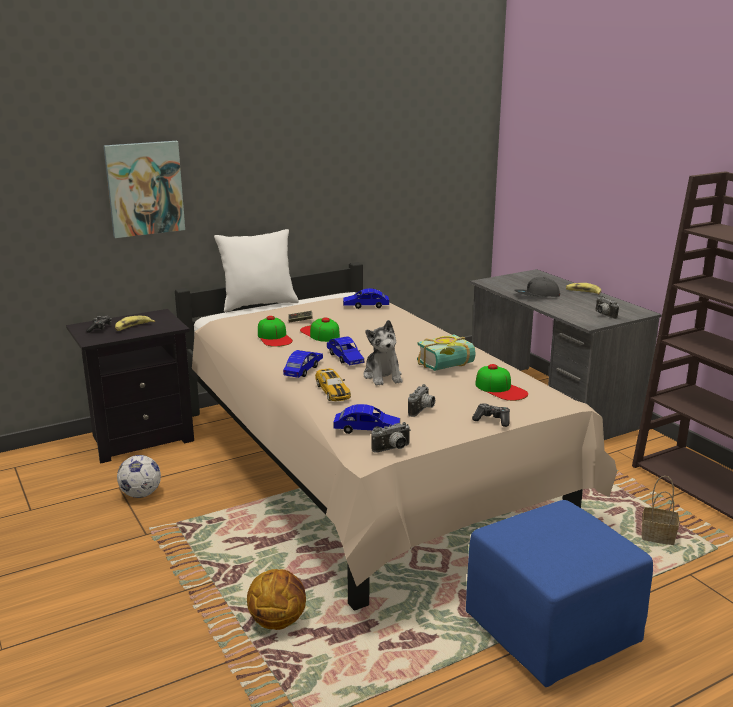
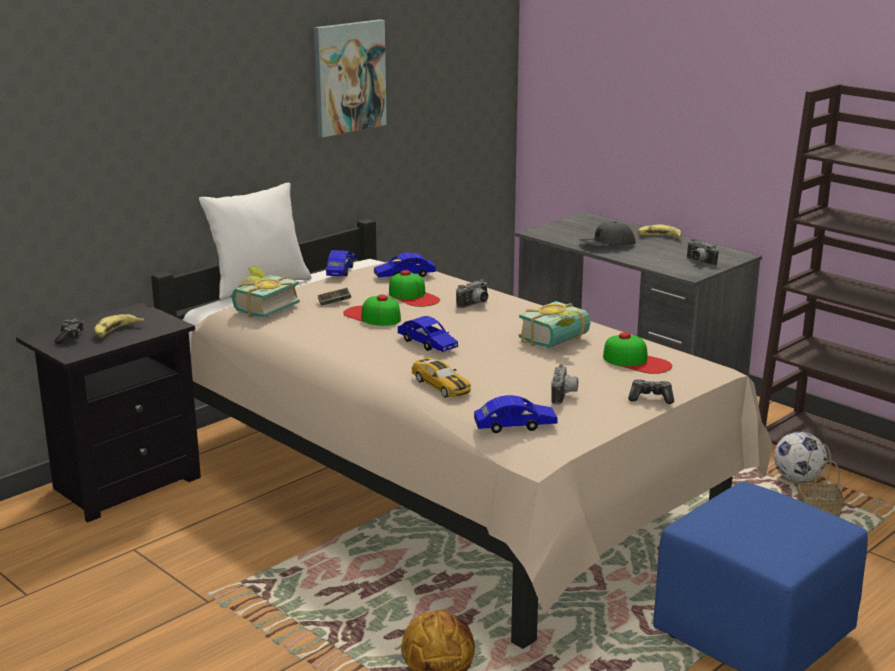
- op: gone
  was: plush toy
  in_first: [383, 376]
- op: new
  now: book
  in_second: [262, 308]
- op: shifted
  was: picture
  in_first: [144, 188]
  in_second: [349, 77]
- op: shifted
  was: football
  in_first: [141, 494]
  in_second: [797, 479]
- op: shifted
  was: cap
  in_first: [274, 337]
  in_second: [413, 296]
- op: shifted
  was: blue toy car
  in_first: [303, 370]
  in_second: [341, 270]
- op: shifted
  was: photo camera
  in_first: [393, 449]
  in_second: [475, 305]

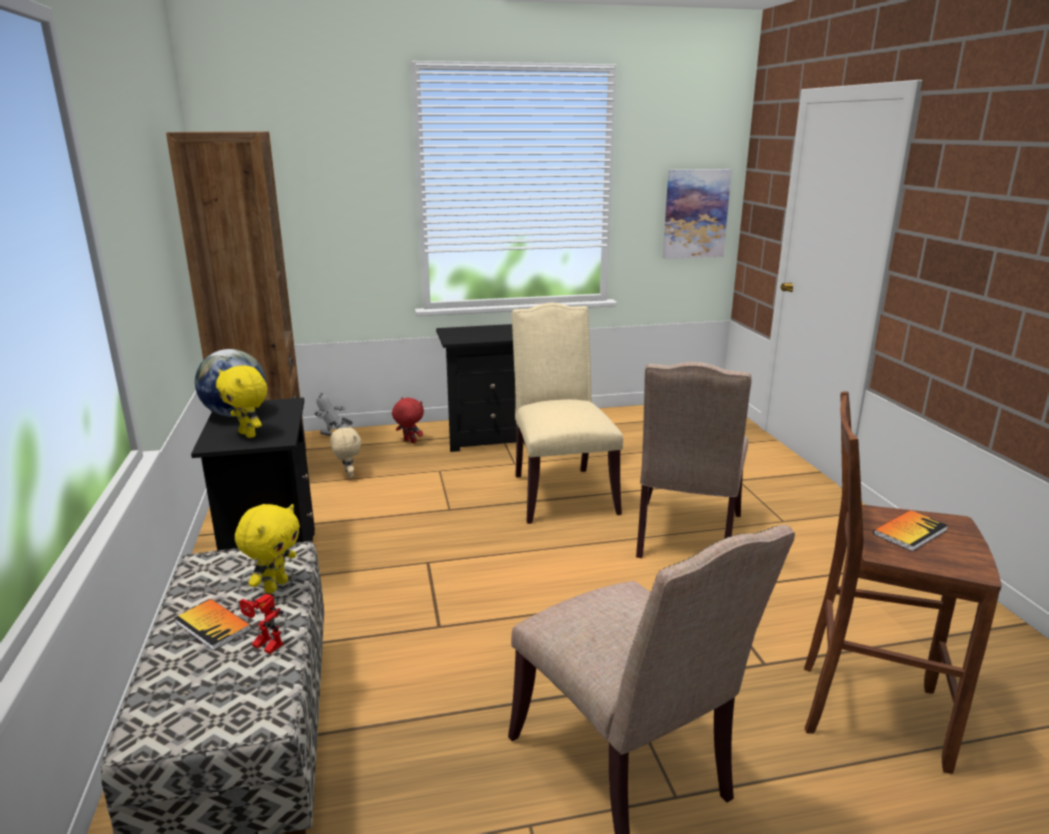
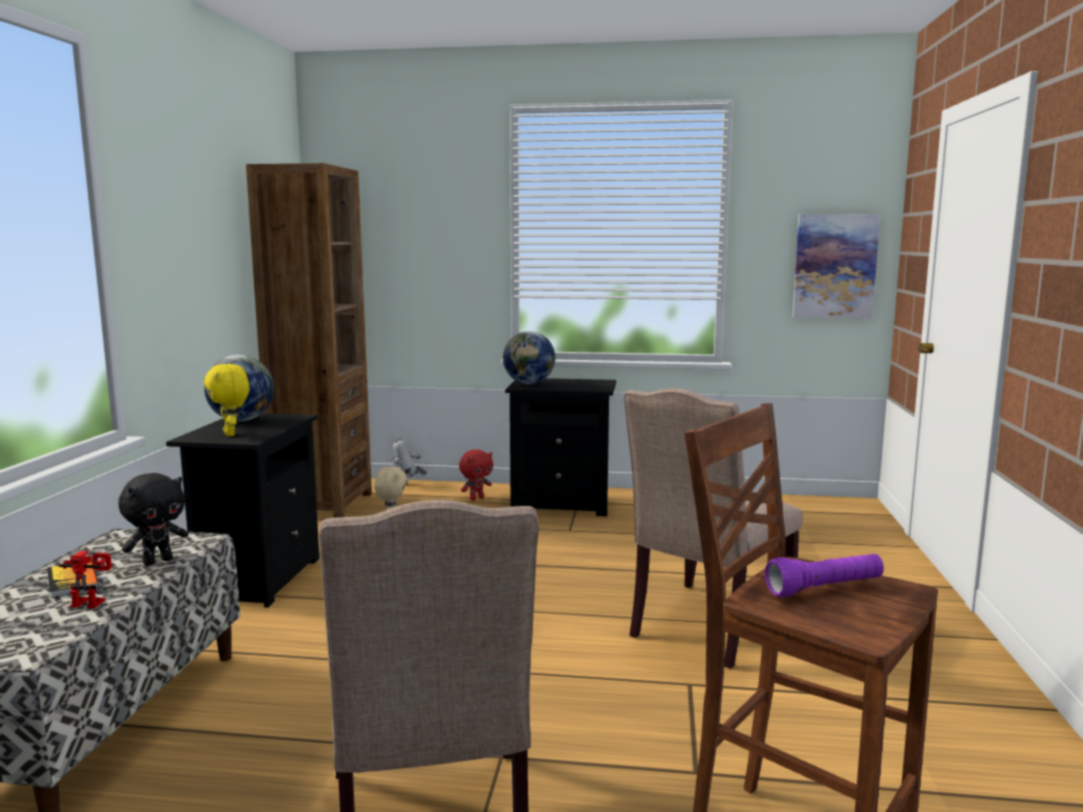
- op: gone
  was: beige chair
  in_first: [560, 492]
- op: new
  now: globe
  in_second: [529, 383]
- op: swapped
  was: book
  now: purple flashlight
  in_first: [910, 532]
  in_second: [825, 589]
- op: repainted
  was: yellow plush toy
  now: black plush toy
  in_first: [275, 586]
  in_second: [158, 561]
- op: rotated
  was: toy robot
  in_first: [263, 646]
  in_second: [92, 602]
  clockwise: 135
- op: rotated
  was: red plush toy
  in_first: [409, 441]
  in_second: [476, 498]
  clockwise: 90

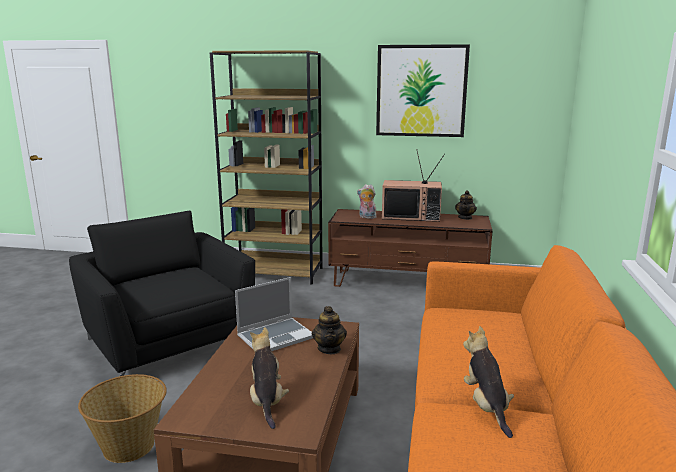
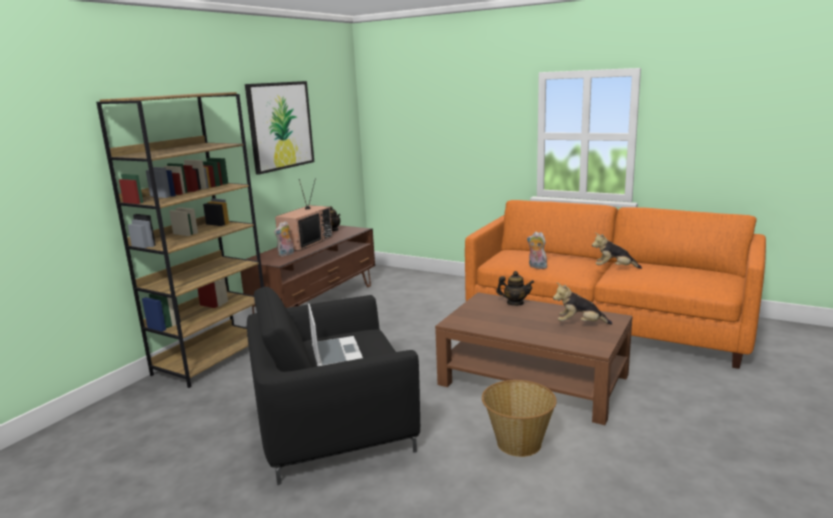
- op: new
  now: plush toy
  in_second: [536, 267]
- op: shifted
  was: laptop
  in_first: [276, 336]
  in_second: [335, 354]

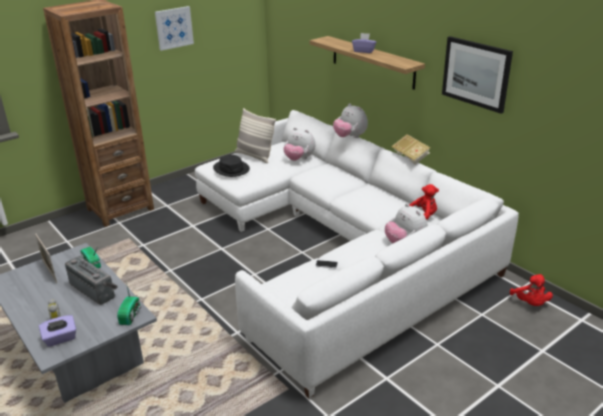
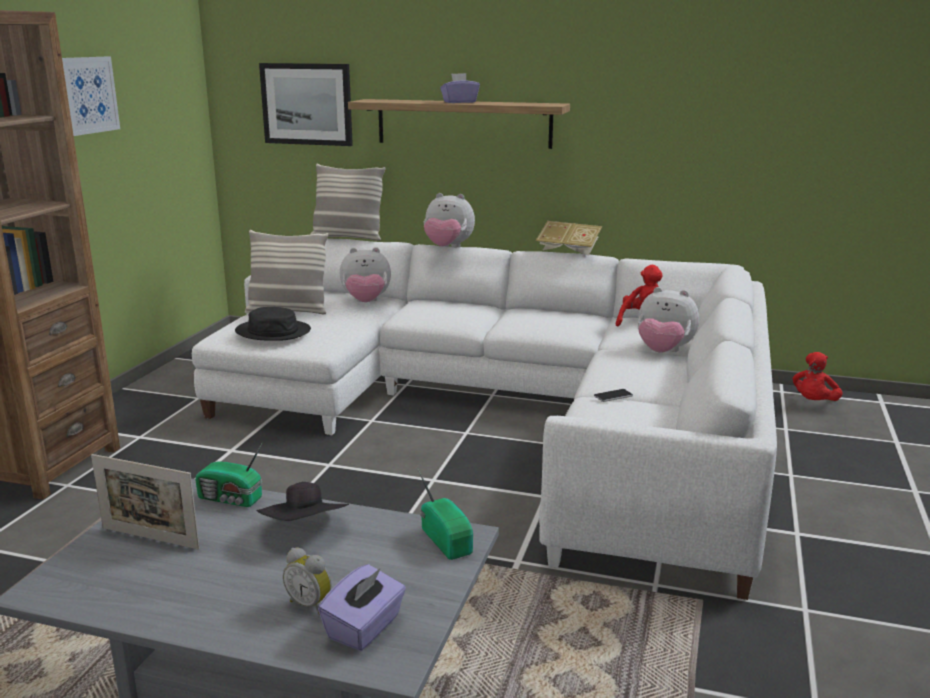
- op: new
  now: pillow
  in_second: [348, 238]
- op: shifted
  was: picture
  in_first: [476, 73]
  in_second: [307, 104]
- op: swapped
  was: radio
  now: black hat
  in_first: [95, 289]
  in_second: [306, 530]
- op: rotated
  was: red plush toy
  in_first: [530, 303]
  in_second: [814, 403]
  clockwise: 75

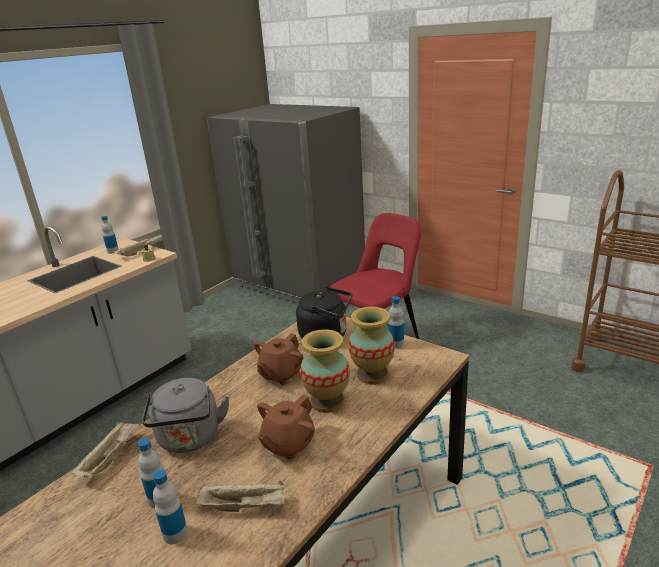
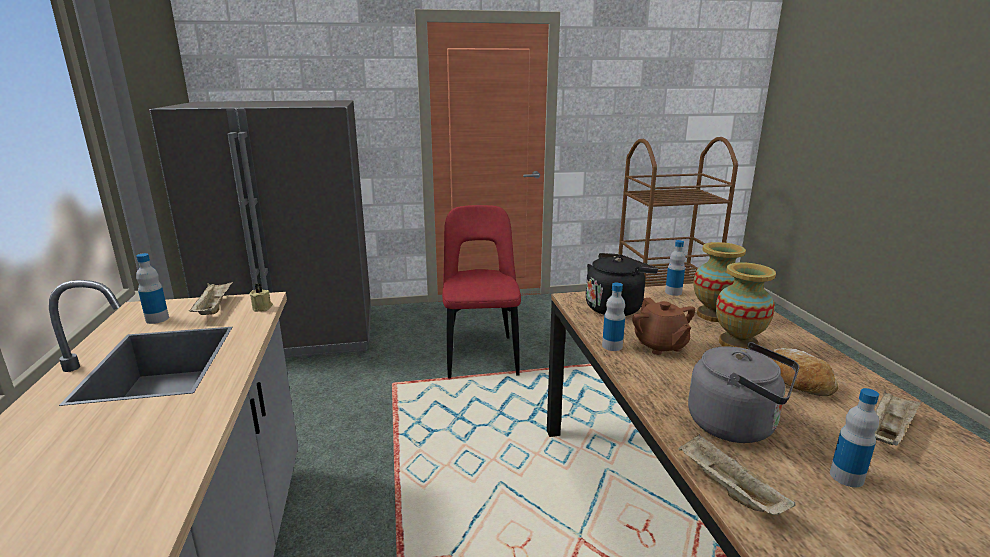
- op: shifted
  was: bottle
  in_first: [175, 534]
  in_second: [612, 346]
- op: swapped
  was: brown teapot
  now: bread
  in_first: [288, 444]
  in_second: [795, 381]

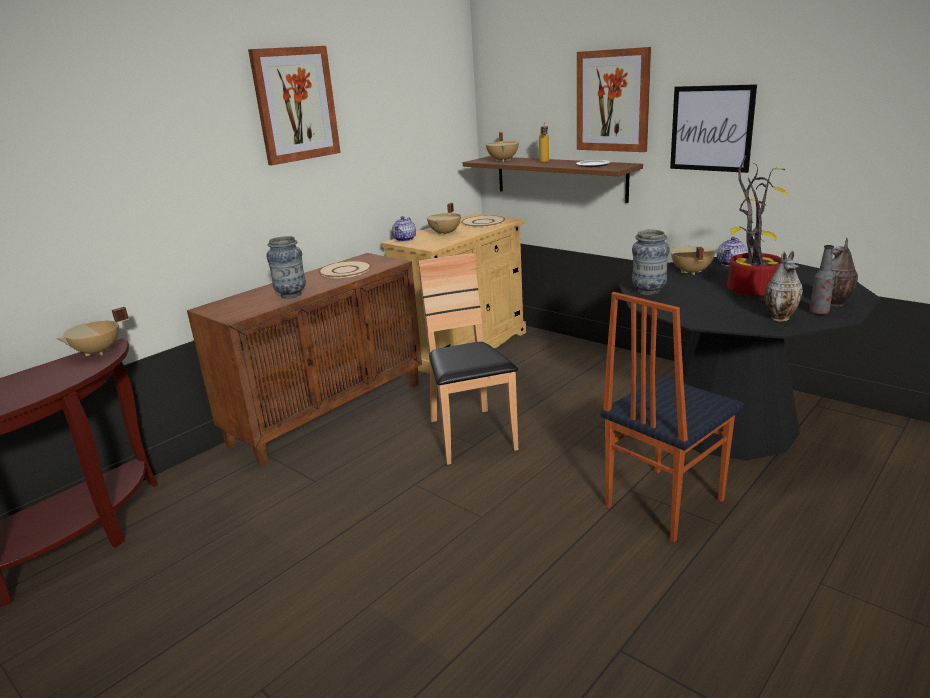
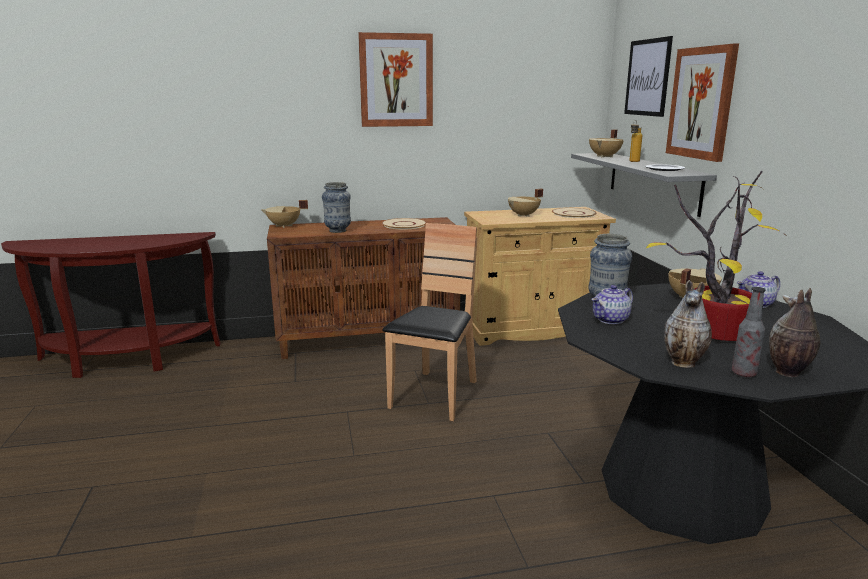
- op: gone
  was: chair
  in_first: [662, 503]
- op: shifted
  was: beige cooking pot
  in_first: [98, 352]
  in_second: [284, 226]
- op: shifted
  was: teapot
  in_first: [405, 239]
  in_second: [611, 320]
- op: shifted
  was: picture
  in_first: [711, 128]
  in_second: [647, 77]
- op: repainted
  was: brown shelf
  now: grey shelf
  in_first: [559, 178]
  in_second: [653, 181]

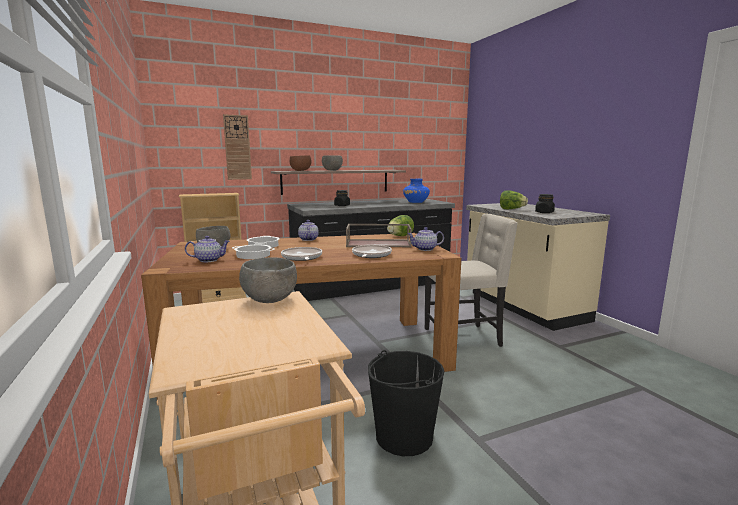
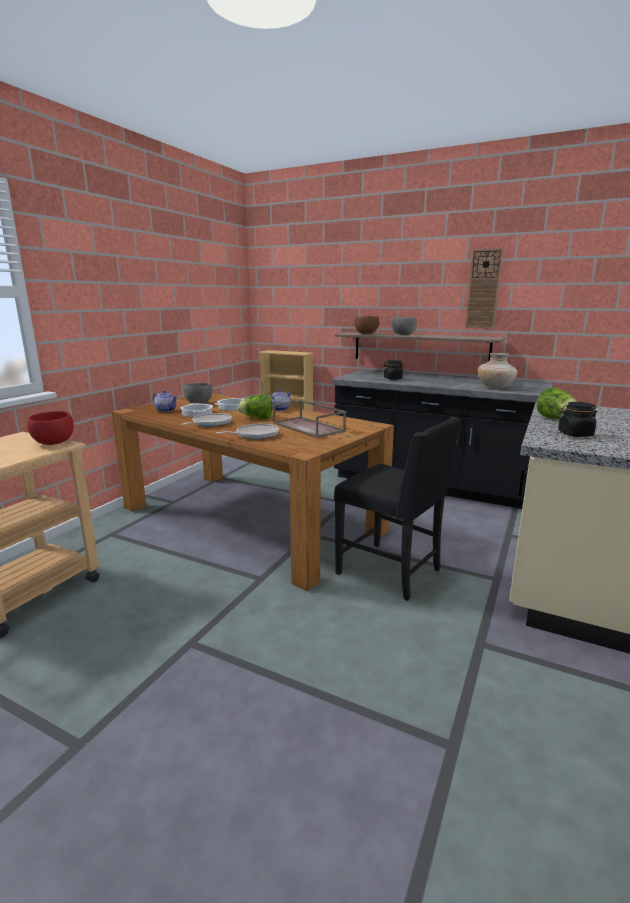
- op: gone
  was: black bucket
  in_first: [403, 436]
- op: gone
  was: teapot
  in_first: [424, 249]
- op: shifted
  was: wall clock
  in_first: [237, 147]
  in_second: [483, 289]
- op: shifted
  was: lettuce
  in_first: [399, 236]
  in_second: [257, 418]
- op: repainted
  was: grey bowl
  now: red bowl
  in_first: [269, 300]
  in_second: [53, 443]
- op: repainted
  was: blue vase
  now: beige vase
  in_first: [416, 202]
  in_second: [495, 387]
- op: repainted
  was: beige chair
  now: black chair
  in_first: [464, 338]
  in_second: [391, 572]

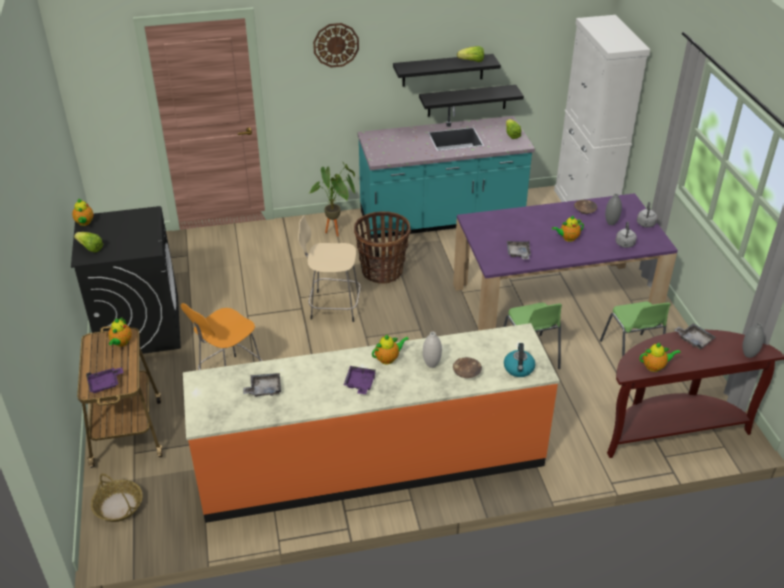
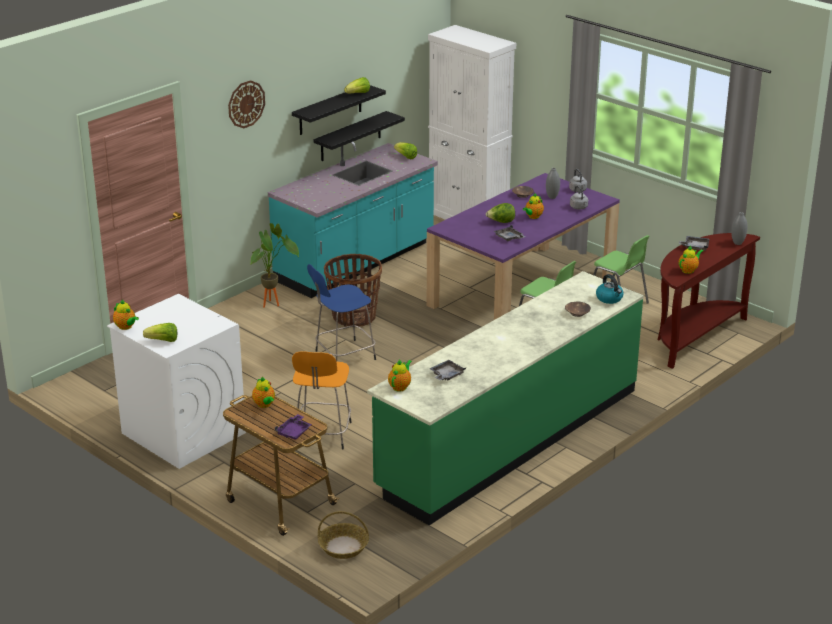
- op: gone
  was: purple tray
  in_first: [360, 383]
- op: gone
  was: white vase
  in_first: [431, 364]
- op: new
  now: lettuce
  in_second: [501, 222]
- op: shifted
  was: teapot
  in_first: [388, 359]
  in_second: [400, 386]
- op: repainted
  was: black washing machine
  now: white washing machine
  in_first: [139, 326]
  in_second: [182, 433]
- op: repainted
  was: orange counter
  now: green counter
  in_first: [372, 462]
  in_second: [509, 439]
- op: repainted
  was: beige stool
  now: blue stool
  in_first: [332, 306]
  in_second: [343, 356]

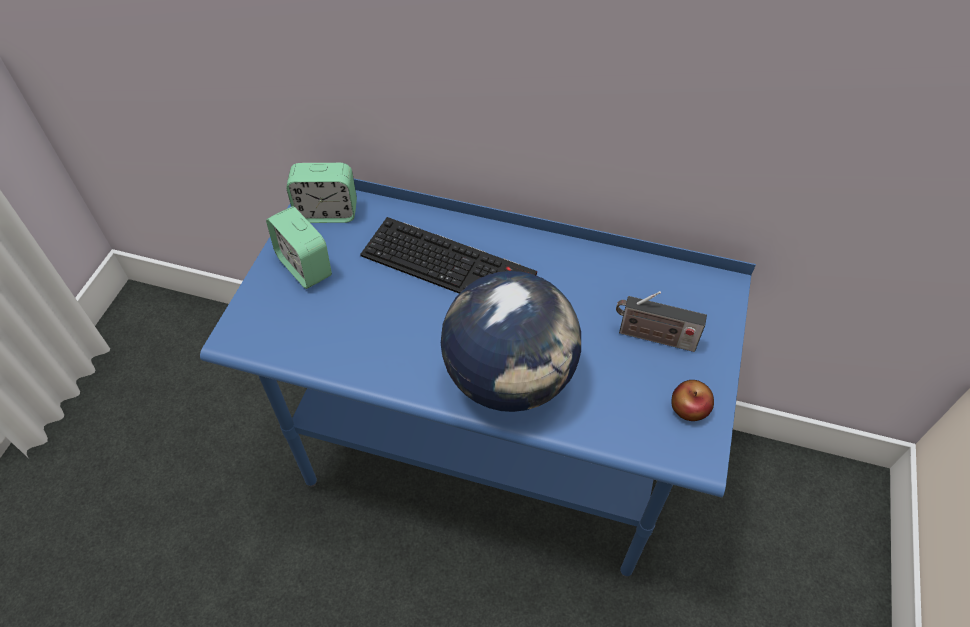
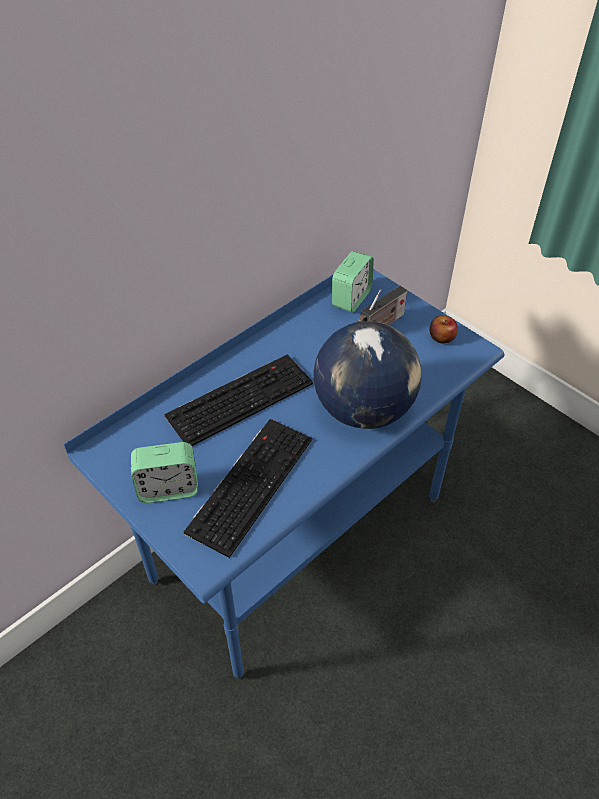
- op: new
  now: keyboard
  in_second: [250, 482]
- op: shifted
  was: alarm clock
  in_first: [327, 212]
  in_second: [351, 298]

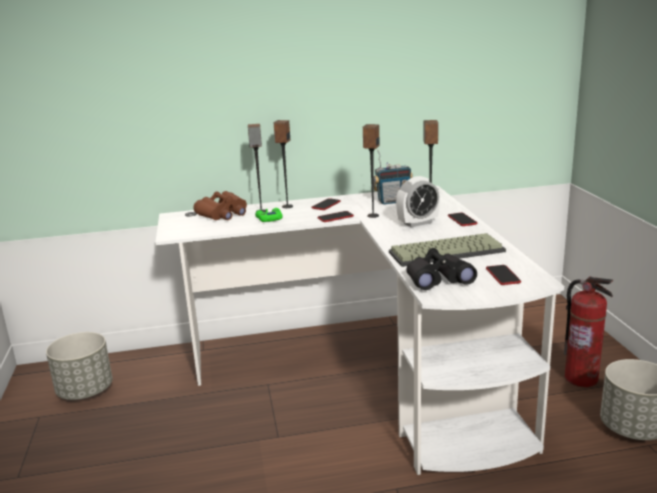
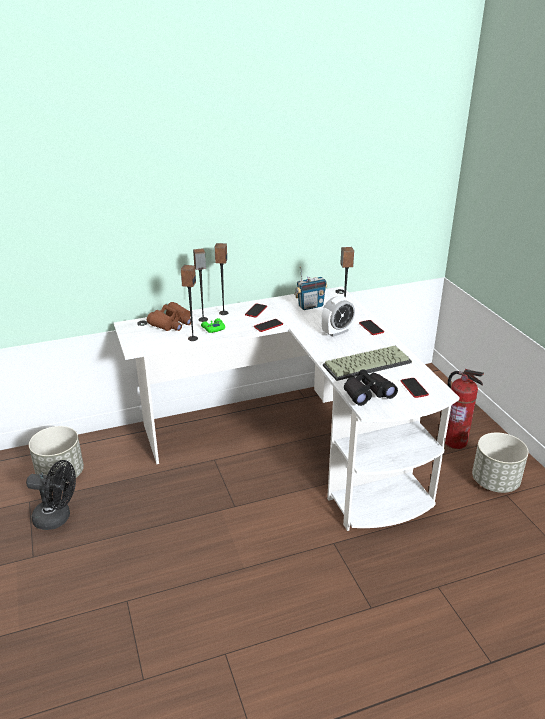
- op: new
  now: black fan
  in_second: [58, 518]
- op: shifted
  was: speaker
  in_first: [372, 215]
  in_second: [192, 338]

